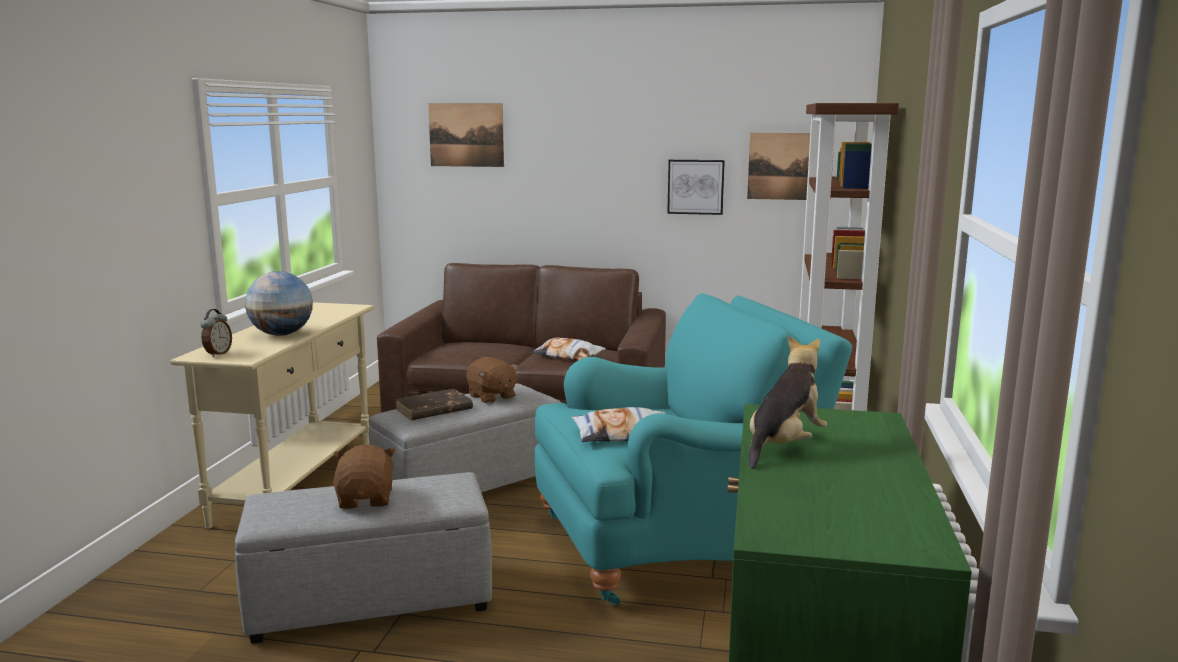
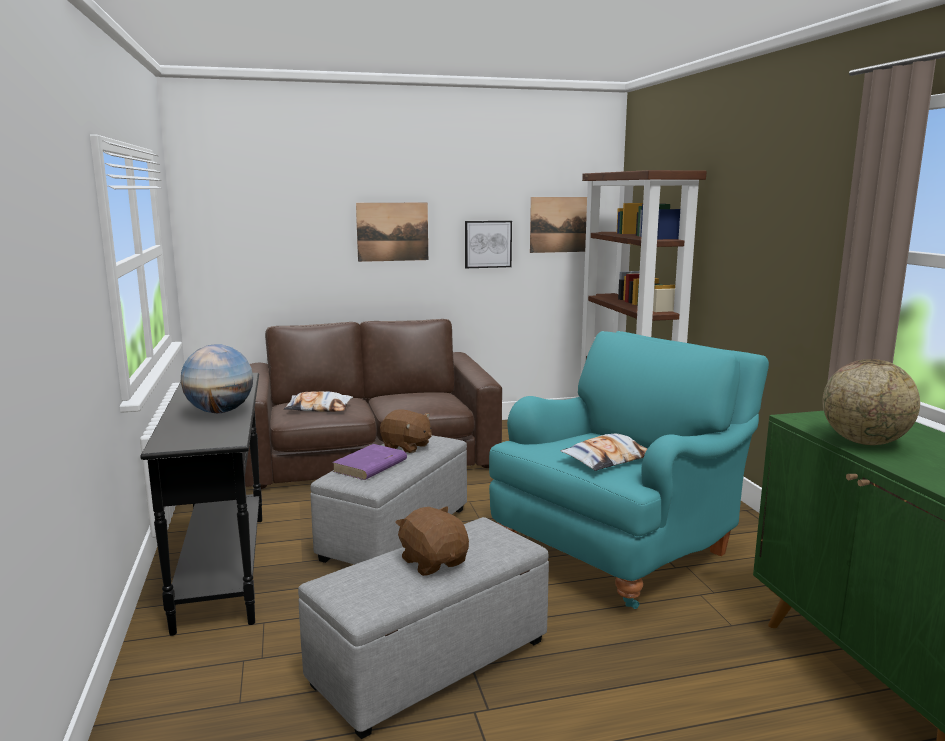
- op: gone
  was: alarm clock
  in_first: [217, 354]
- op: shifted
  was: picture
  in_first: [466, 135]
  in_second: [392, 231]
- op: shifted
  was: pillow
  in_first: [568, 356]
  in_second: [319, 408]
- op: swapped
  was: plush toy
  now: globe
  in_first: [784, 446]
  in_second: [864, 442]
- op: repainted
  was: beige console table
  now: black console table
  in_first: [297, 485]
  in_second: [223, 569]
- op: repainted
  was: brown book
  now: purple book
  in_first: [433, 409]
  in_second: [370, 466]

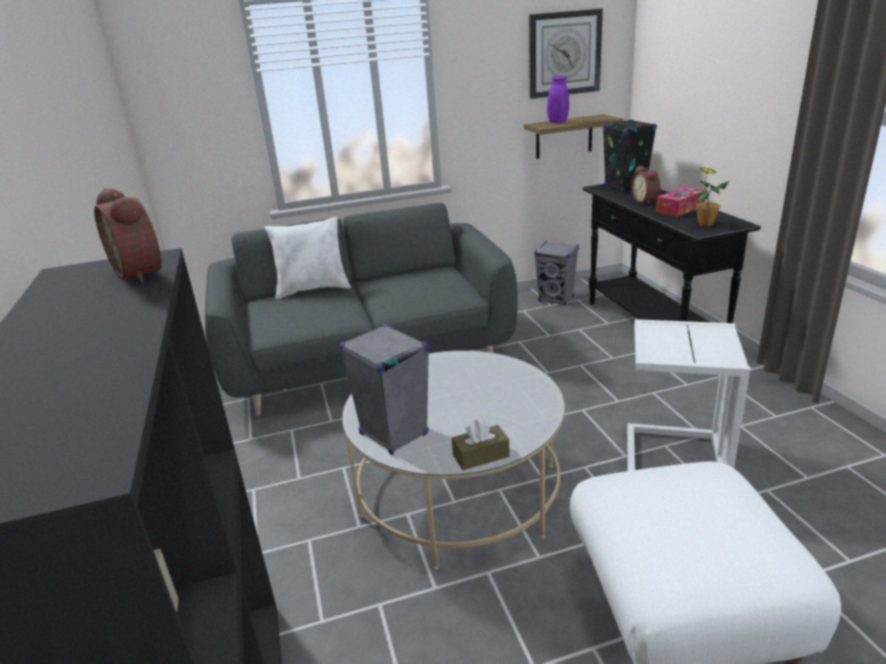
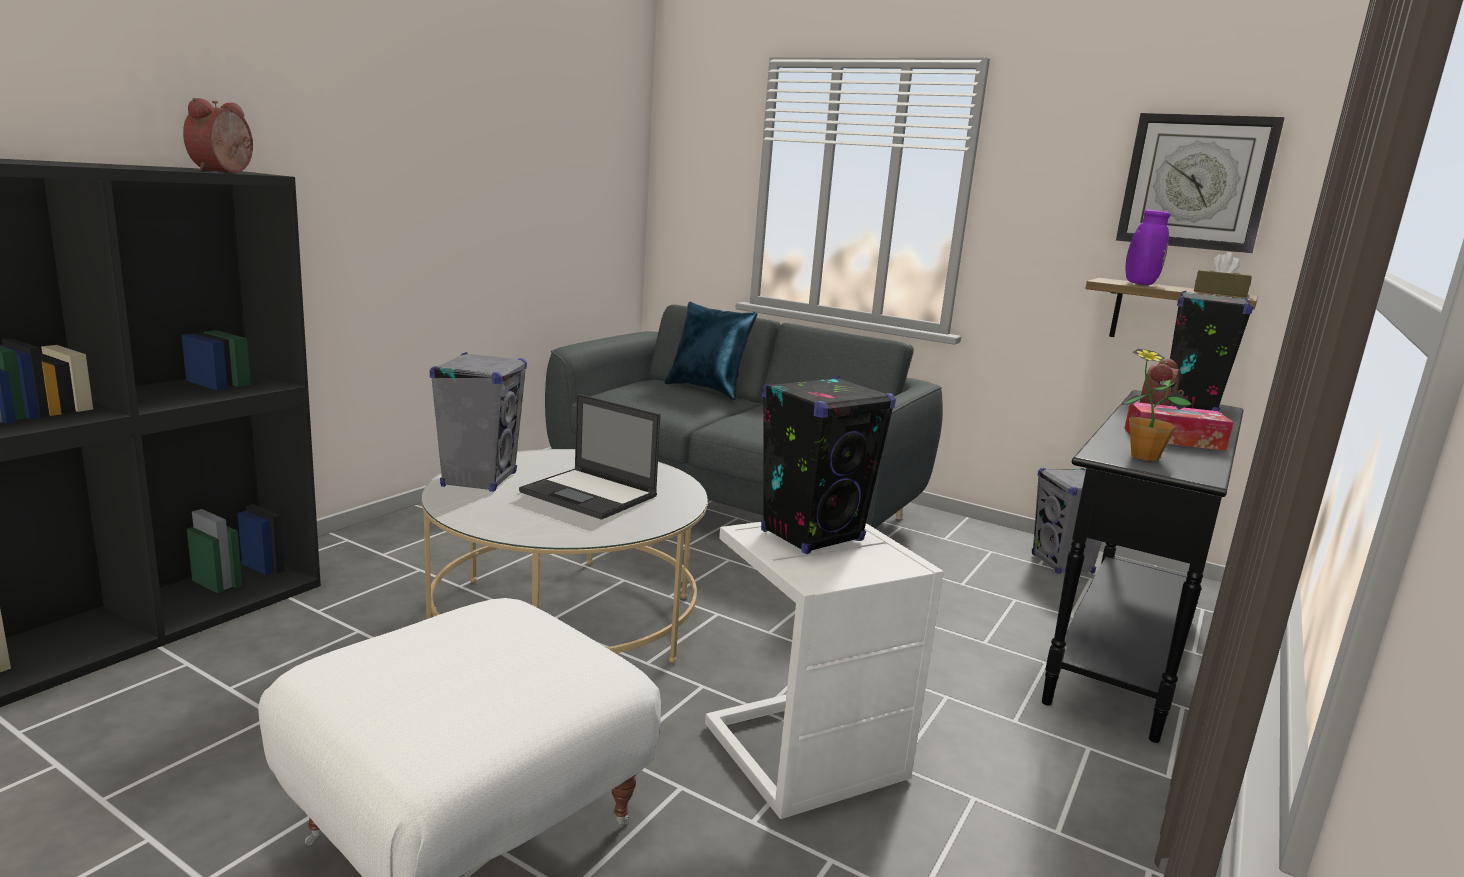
- op: new
  now: laptop
  in_second: [590, 494]
- op: new
  now: black speaker
  in_second: [812, 536]
- op: shifted
  was: brown tissue box
  in_first: [481, 456]
  in_second: [1219, 293]
- op: repainted
  was: white pillow
  now: blue pillow
  in_first: [313, 289]
  in_second: [708, 390]

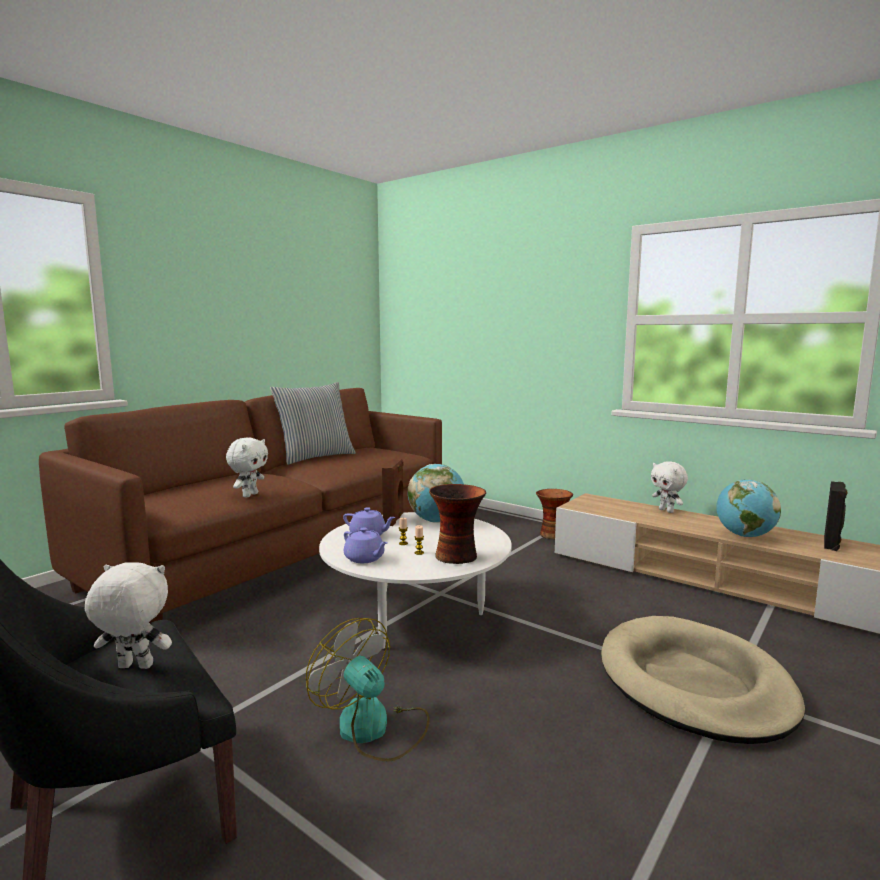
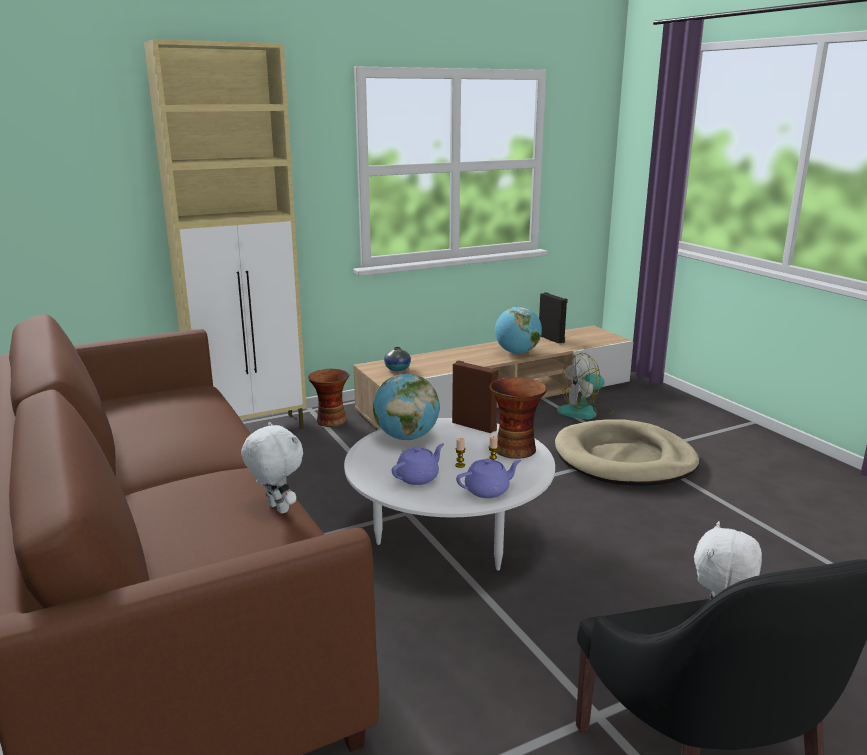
- op: gone
  was: pillow
  in_first: [315, 457]
- op: gone
  was: white plush toy
  in_first: [667, 511]
- op: new
  now: beige cabinet
  in_second: [251, 430]
- op: new
  now: vase
  in_second: [397, 369]
- op: shifted
  was: fan
  in_first: [374, 728]
  in_second: [585, 412]
- op: shifted
  was: brown speaker
  in_first: [394, 519]
  in_second: [475, 426]

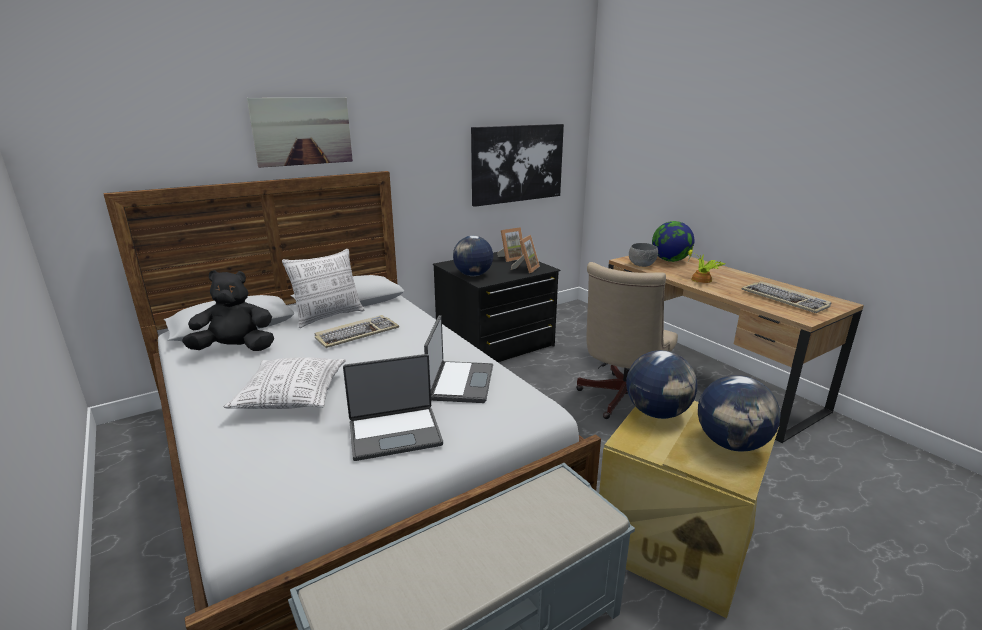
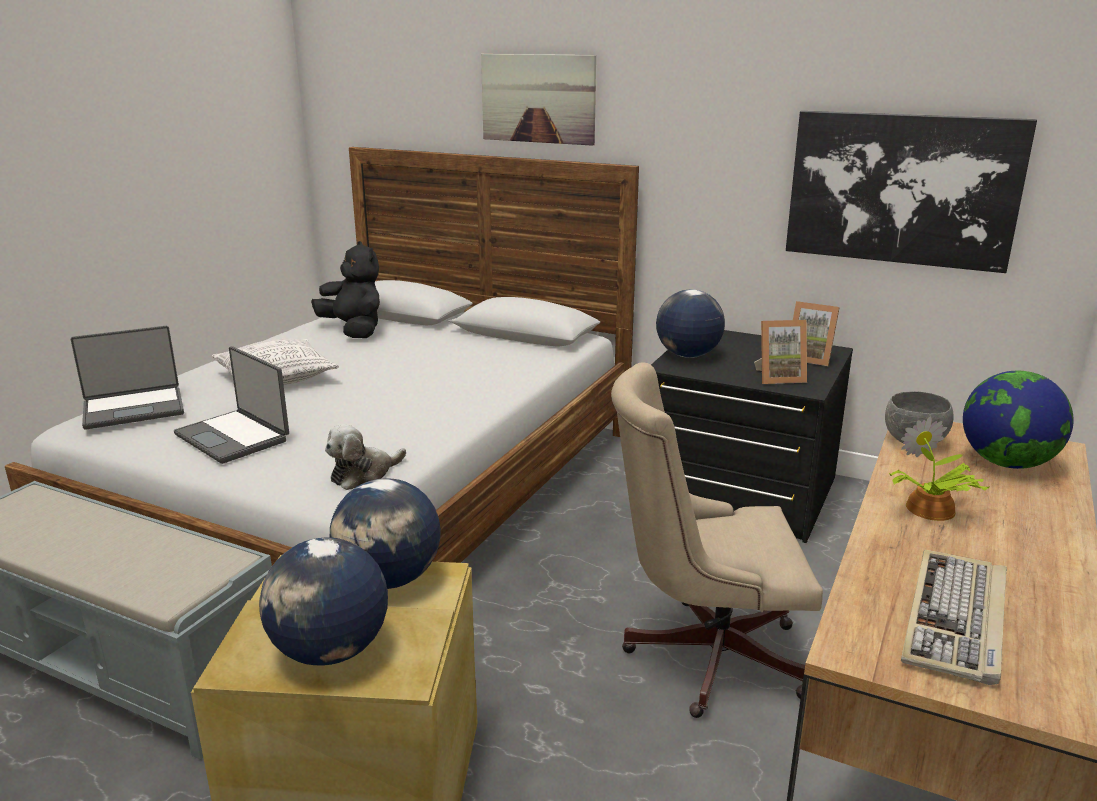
- op: gone
  was: pillow
  in_first: [329, 316]
- op: gone
  was: keyboard
  in_first: [357, 334]
- op: new
  now: plush toy
  in_second: [364, 474]
- op: shifted
  was: laptop
  in_first: [460, 383]
  in_second: [134, 409]

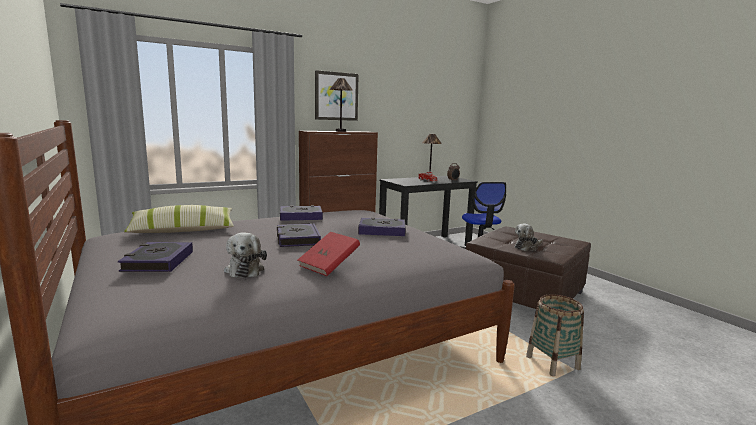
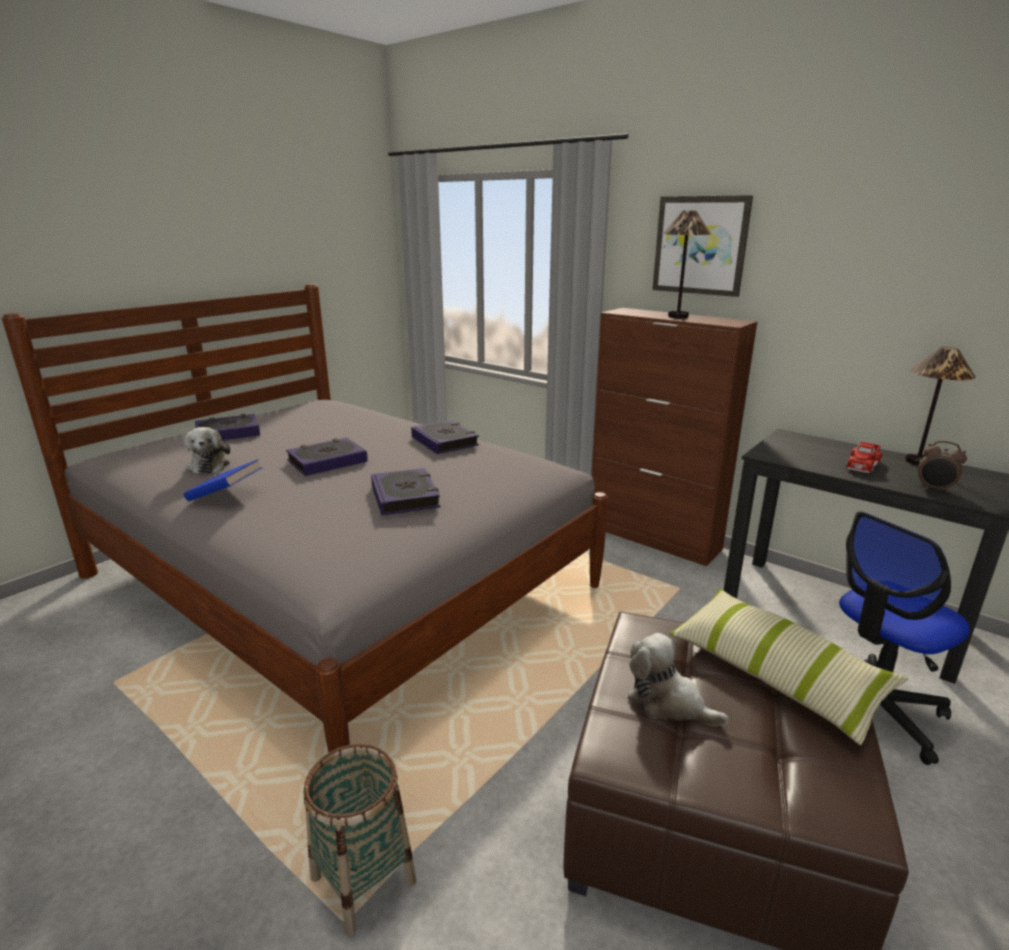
- op: shifted
  was: pillow
  in_first: [183, 230]
  in_second: [775, 674]
- op: repainted
  was: red book
  now: blue book
  in_first: [329, 266]
  in_second: [226, 495]
- op: rotated
  was: plush toy
  in_first: [245, 269]
  in_second: [209, 465]
  clockwise: -75

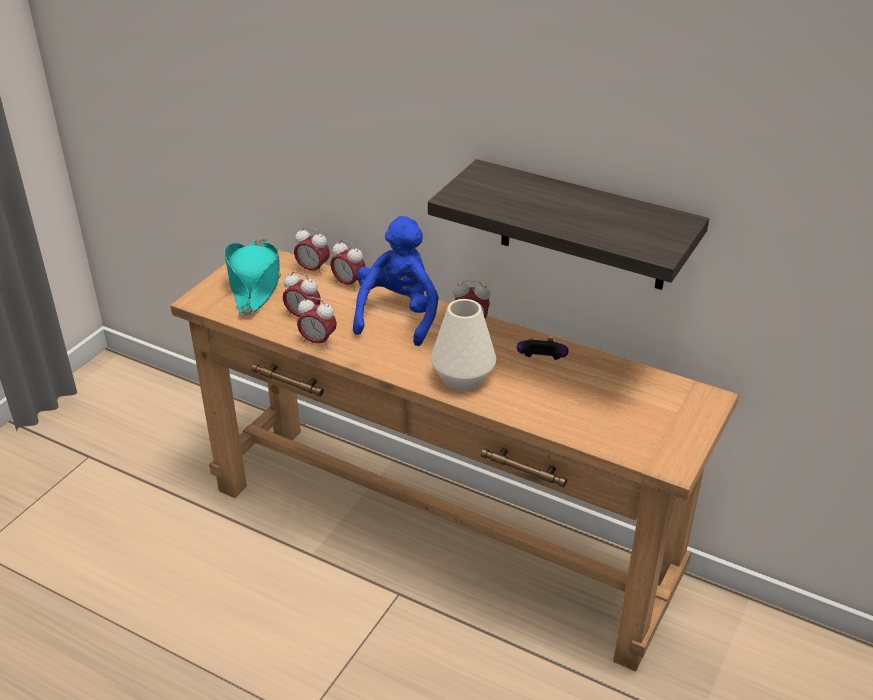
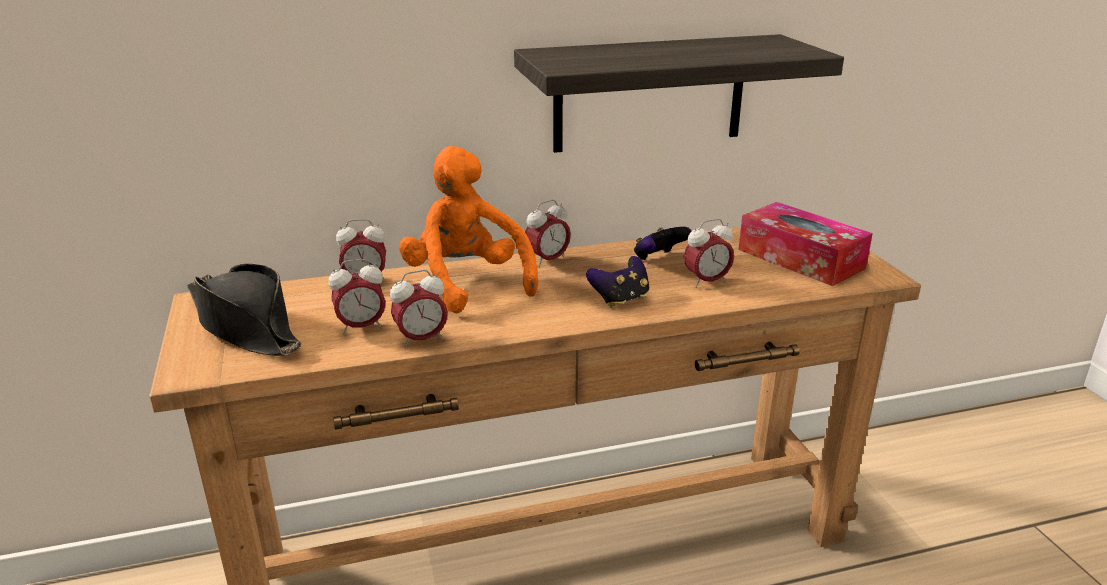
- op: new
  now: tissue box
  in_second: [800, 259]
- op: shifted
  was: alarm clock
  in_first: [313, 270]
  in_second: [706, 282]
- op: swapped
  was: white vase
  now: game controller
  in_first: [462, 378]
  in_second: [620, 299]
- op: repainted
  was: turquoise hat
  now: black hat
  in_first: [254, 283]
  in_second: [245, 326]
- op: repainted
  was: blue plush toy
  now: orange plush toy
  in_first: [398, 315]
  in_second: [466, 283]

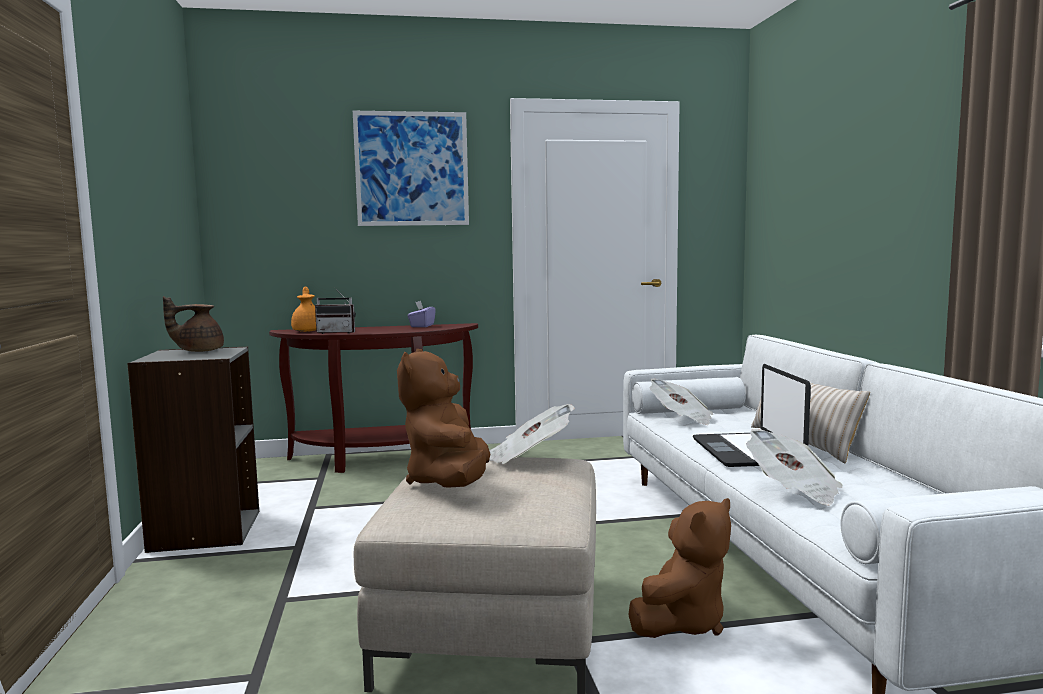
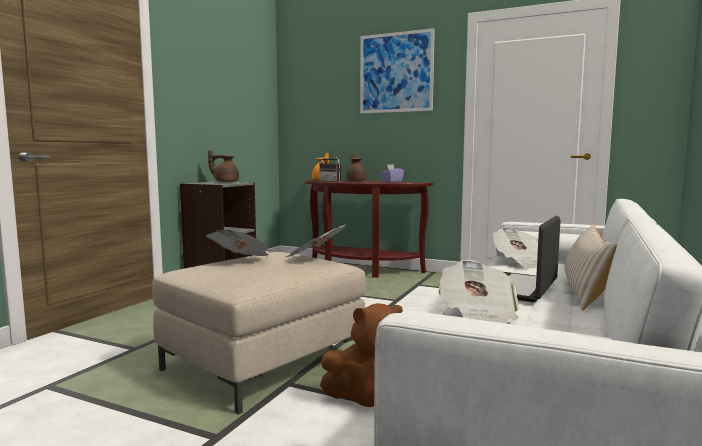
- op: new
  now: brown teapot
  in_second: [356, 181]
- op: swapped
  was: brown plush toy
  now: newspaper
  in_first: [449, 483]
  in_second: [242, 261]

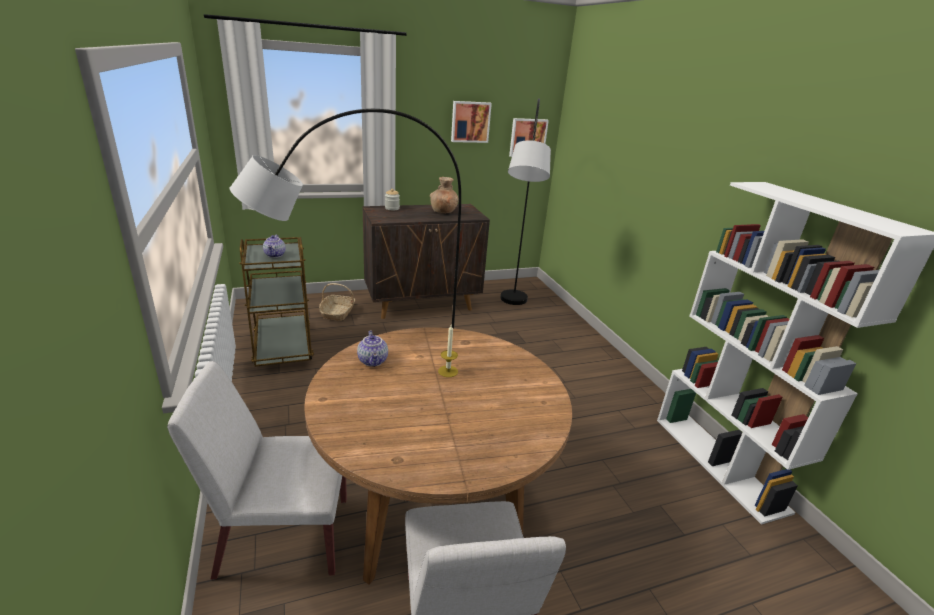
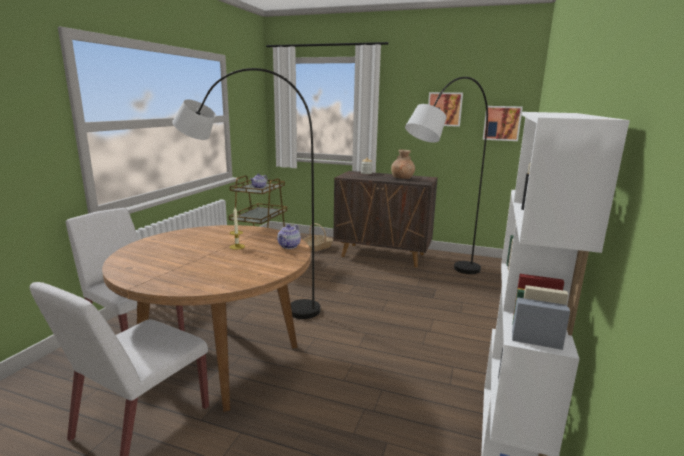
- op: shifted
  was: teapot
  in_first: [373, 361]
  in_second: [289, 246]

